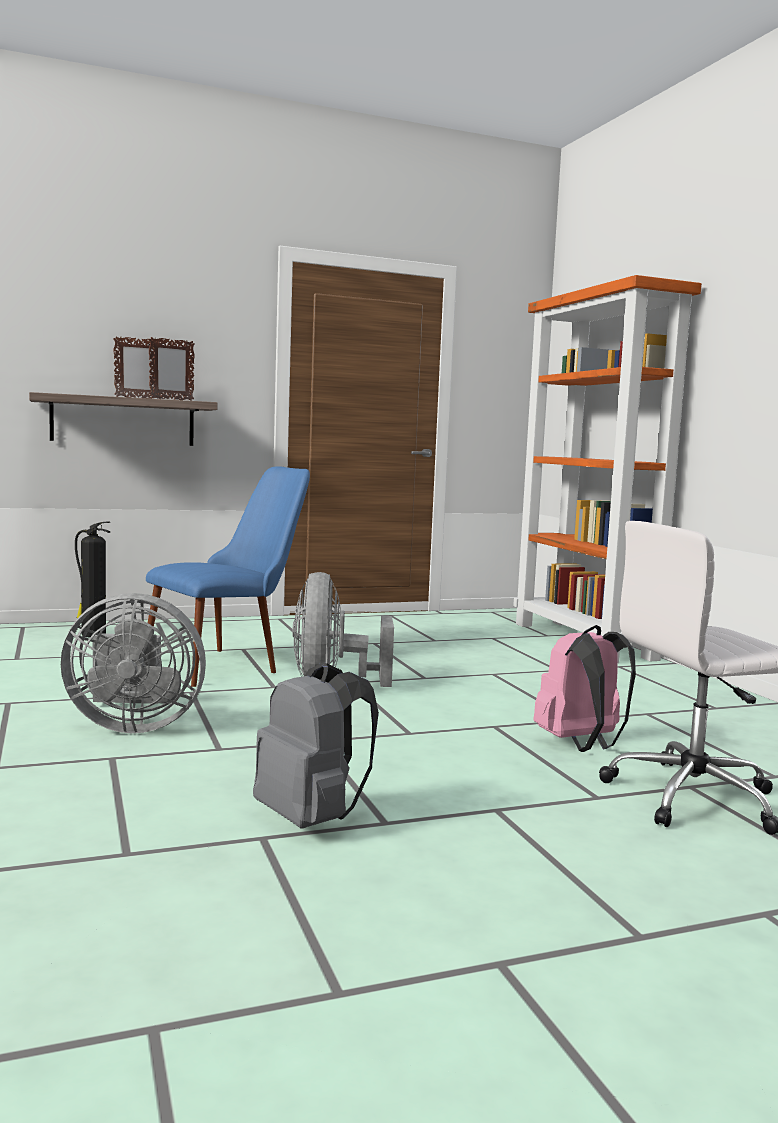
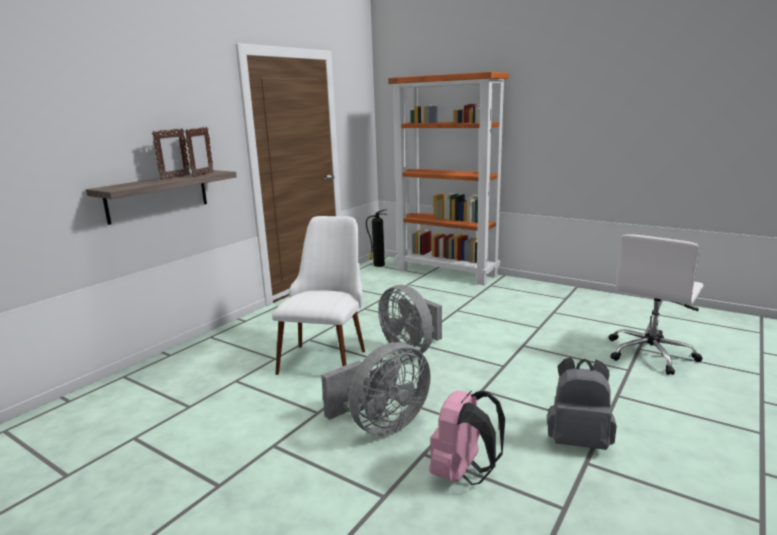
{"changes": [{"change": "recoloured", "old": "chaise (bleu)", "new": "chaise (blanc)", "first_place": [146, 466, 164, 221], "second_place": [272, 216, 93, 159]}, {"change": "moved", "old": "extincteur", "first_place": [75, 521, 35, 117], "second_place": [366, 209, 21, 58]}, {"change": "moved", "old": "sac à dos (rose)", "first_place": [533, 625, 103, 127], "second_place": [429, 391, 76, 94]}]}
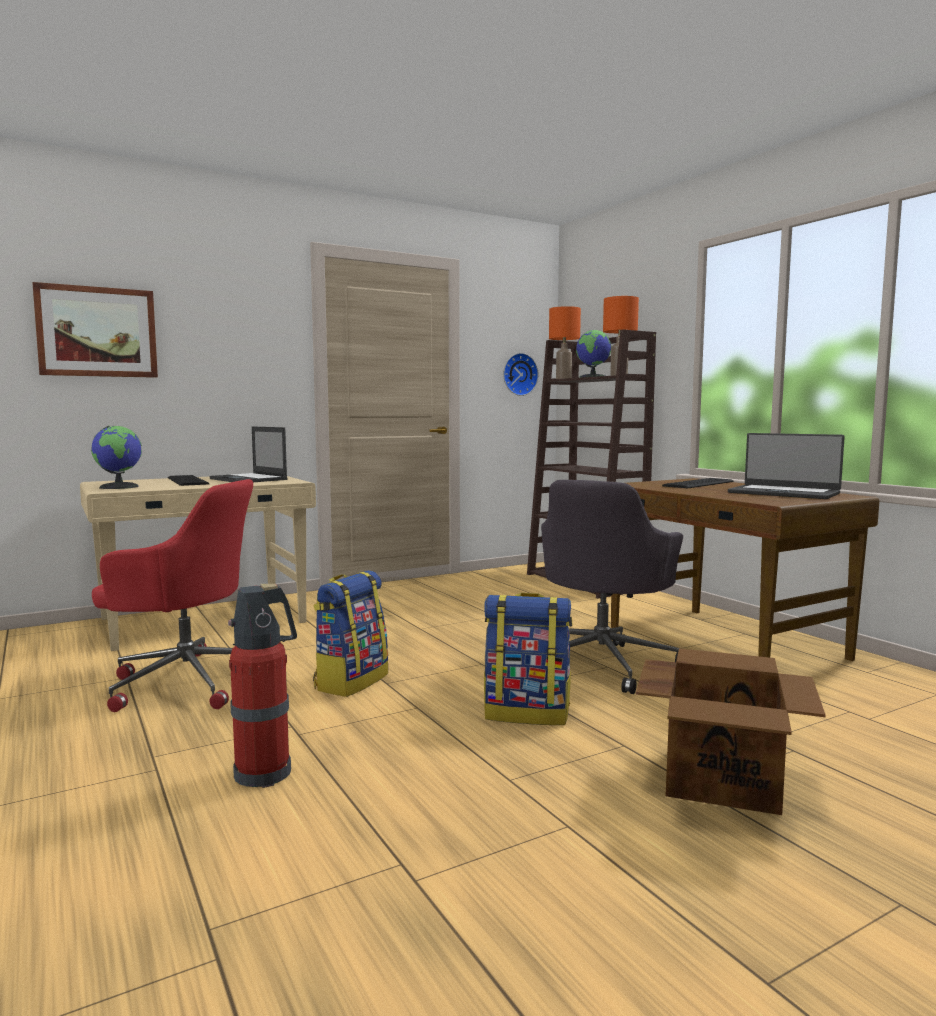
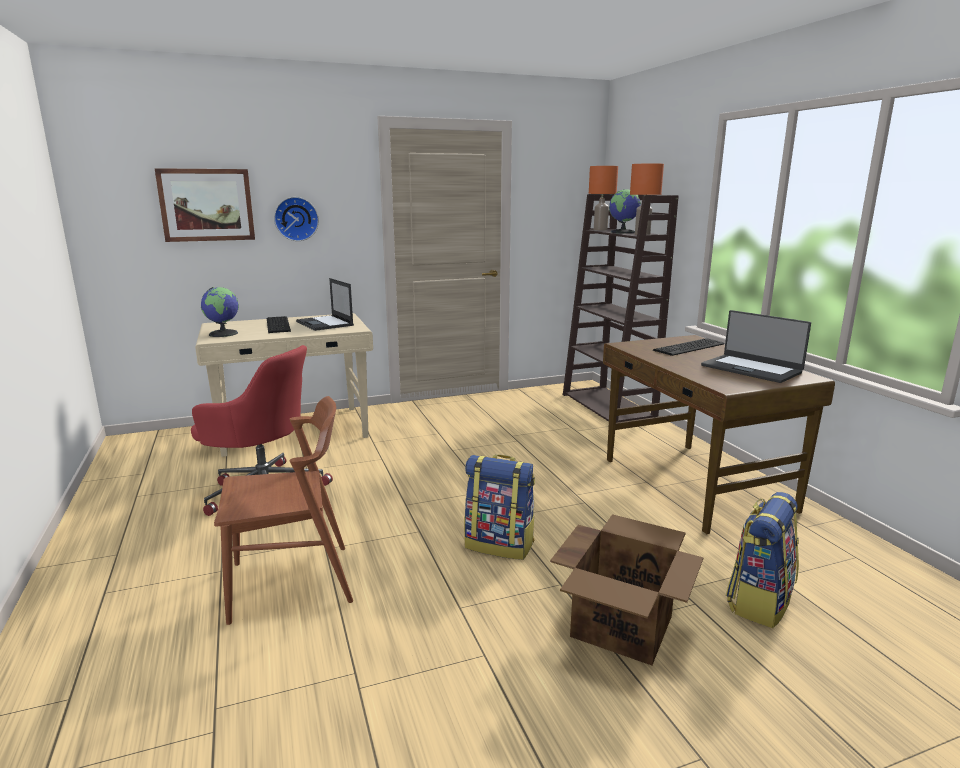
{"changes": [{"change": "replaced", "old": "extincteur", "new": "chaise (marron)", "first_place": [228, 584, 69, 204], "second_place": [214, 396, 139, 229]}, {"change": "moved", "old": "horloge murale", "first_place": [503, 353, 36, 43], "second_place": [274, 197, 45, 44]}, {"change": "moved", "old": "sac à dos", "first_place": [313, 570, 75, 127], "second_place": [726, 492, 73, 136]}, {"change": "removed", "old": "chaise de bureau (gris)", "first_place": [541, 480, 142, 214]}]}
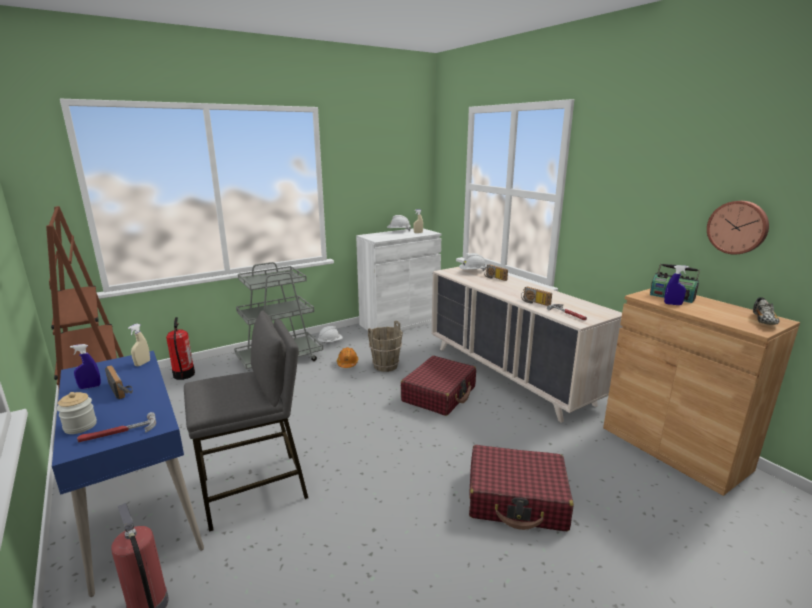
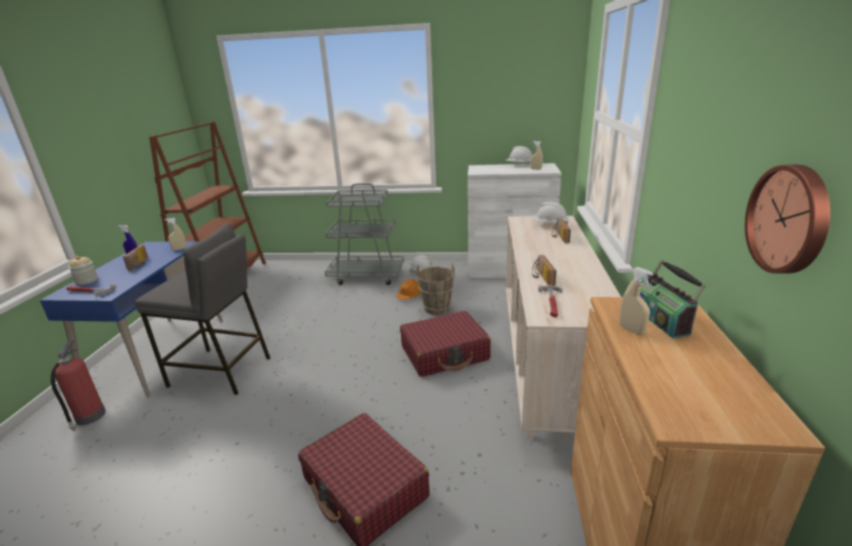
{"changes": [{"change": "recoloured", "old": "vaporisateur (bleu)", "new": "vaporisateur (beige)", "first_place": [664, 265, 25, 40], "second_place": [619, 267, 34, 68]}, {"change": "removed", "old": "extincteur", "first_place": [166, 317, 29, 63]}, {"change": "removed", "old": "chaussure", "first_place": [753, 297, 27, 28]}]}
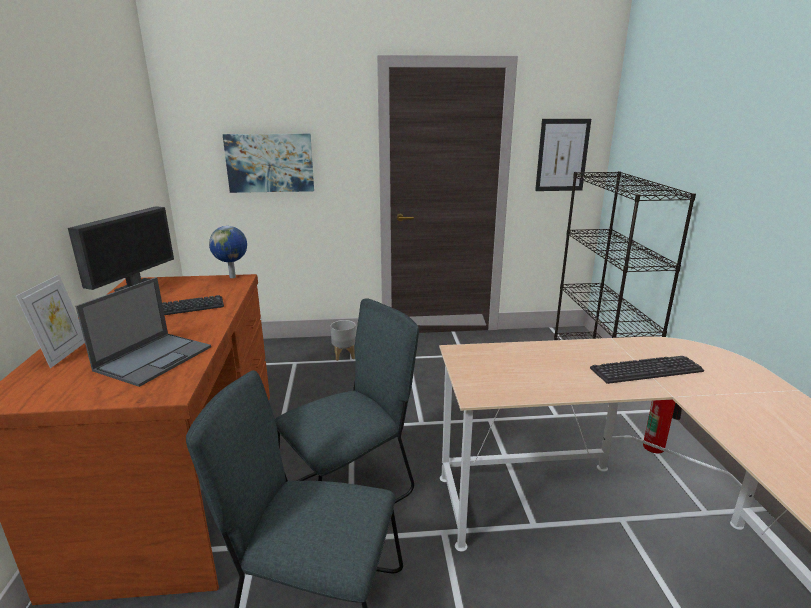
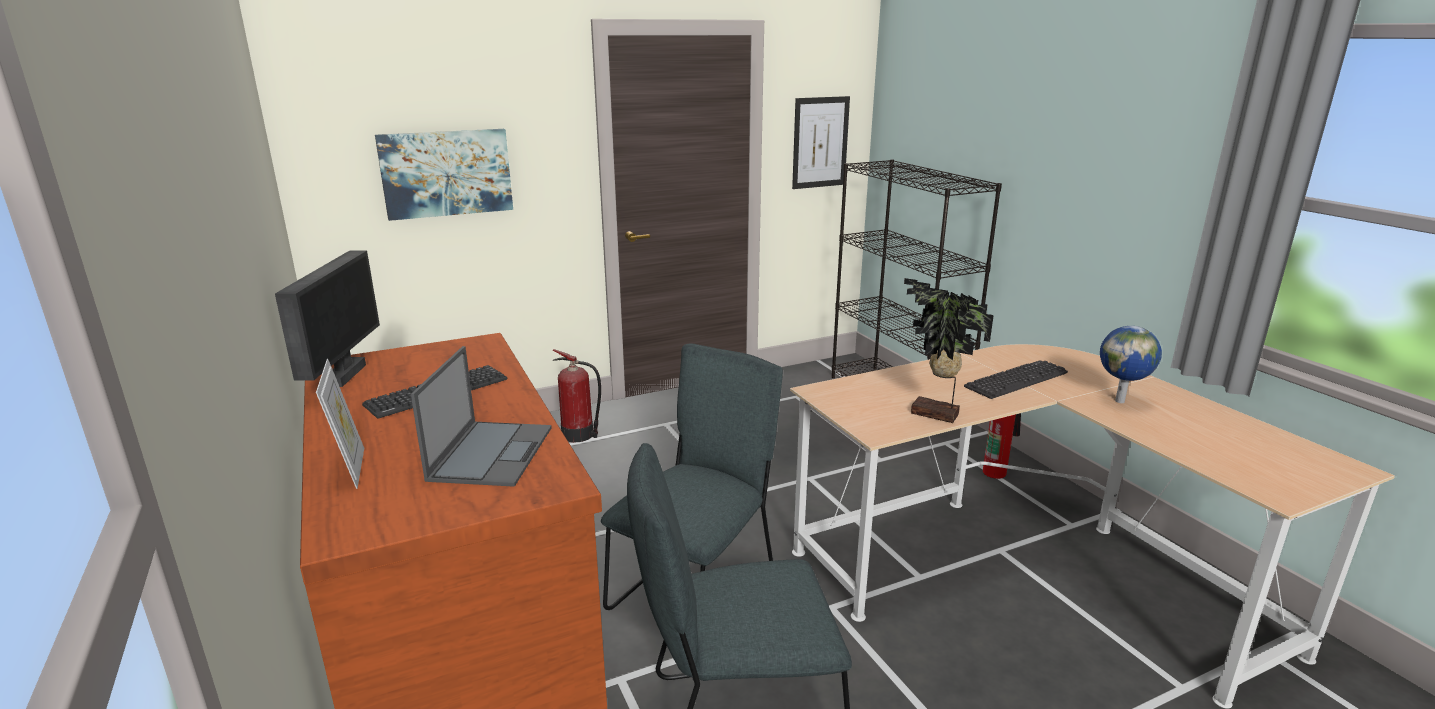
{"changes": [{"change": "replaced", "old": "cache-pot (gris)", "new": "extincteur", "first_place": [331, 320, 25, 41], "second_place": [552, 349, 49, 93]}, {"change": "added", "new": "plante en pot", "second_place": [904, 278, 90, 145]}, {"change": "moved", "old": "globe", "first_place": [209, 226, 38, 52], "second_place": [1100, 326, 62, 77]}]}
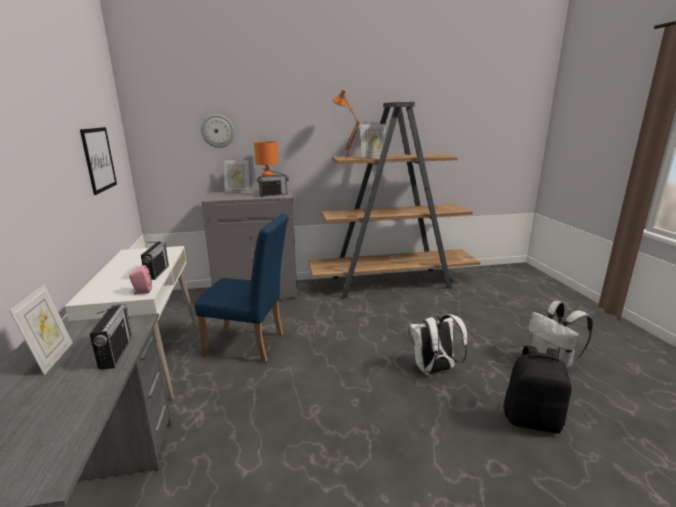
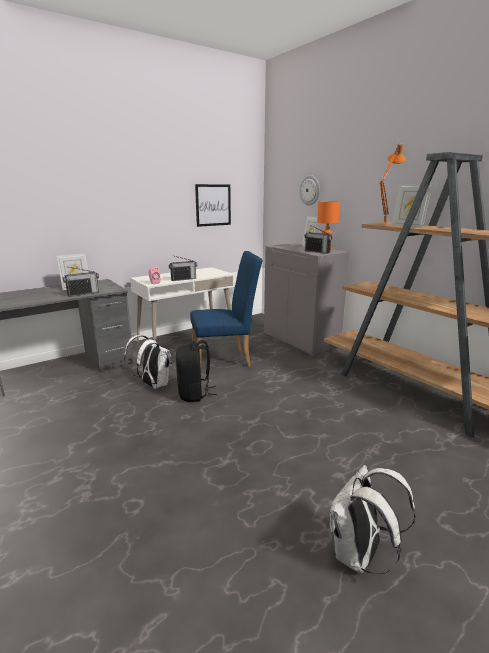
{"changes": [{"change": "moved", "old": "sac à dos (blanc)", "first_place": [409, 314, 58, 61], "second_place": [124, 335, 48, 54]}, {"change": "moved", "old": "sac à dos (noir)", "first_place": [503, 346, 69, 88], "second_place": [176, 340, 42, 62]}, {"change": "turned", "old": "chaise (bleu)", "first_place": [194, 214, 95, 149], "second_place": [190, 251, 73, 116], "degrees": -90}]}
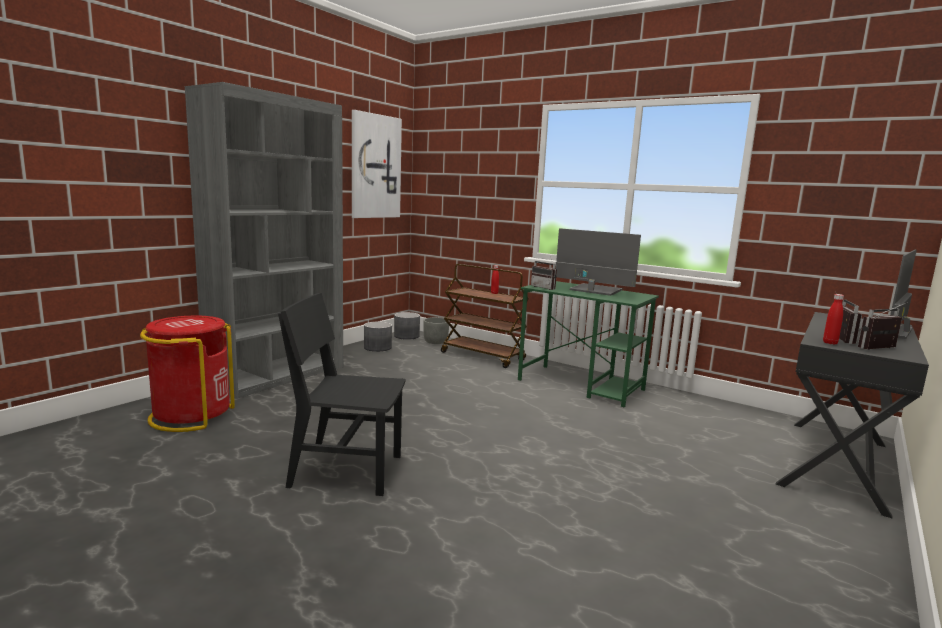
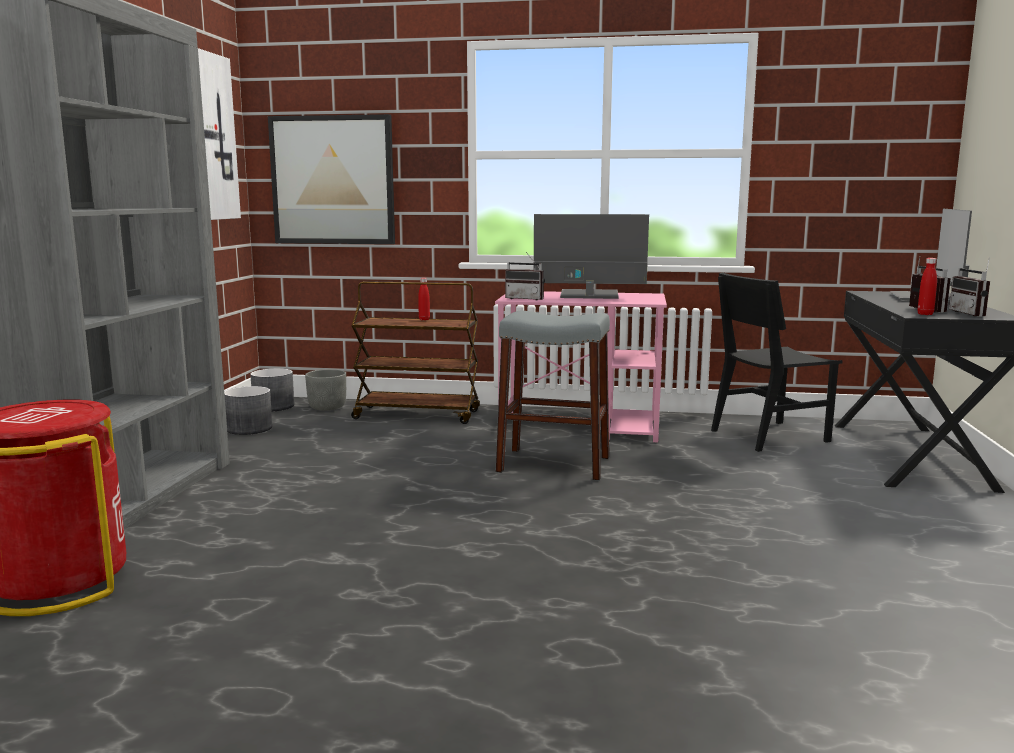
{"changes": [{"change": "added", "new": "tableau", "second_place": [268, 114, 127, 130]}, {"change": "recoloured", "old": "bureau (vert)", "new": "bureau (rose)", "first_place": [518, 281, 141, 127], "second_place": [495, 291, 172, 151]}, {"change": "added", "new": "tabouret (gris)", "second_place": [496, 311, 114, 170]}, {"change": "moved", "old": "chaise (noir)", "first_place": [278, 293, 127, 203], "second_place": [711, 273, 131, 179]}, {"change": "turned", "old": "radio", "first_place": [858, 302, 50, 48], "second_place": [949, 257, 41, 60], "degrees": -45}]}
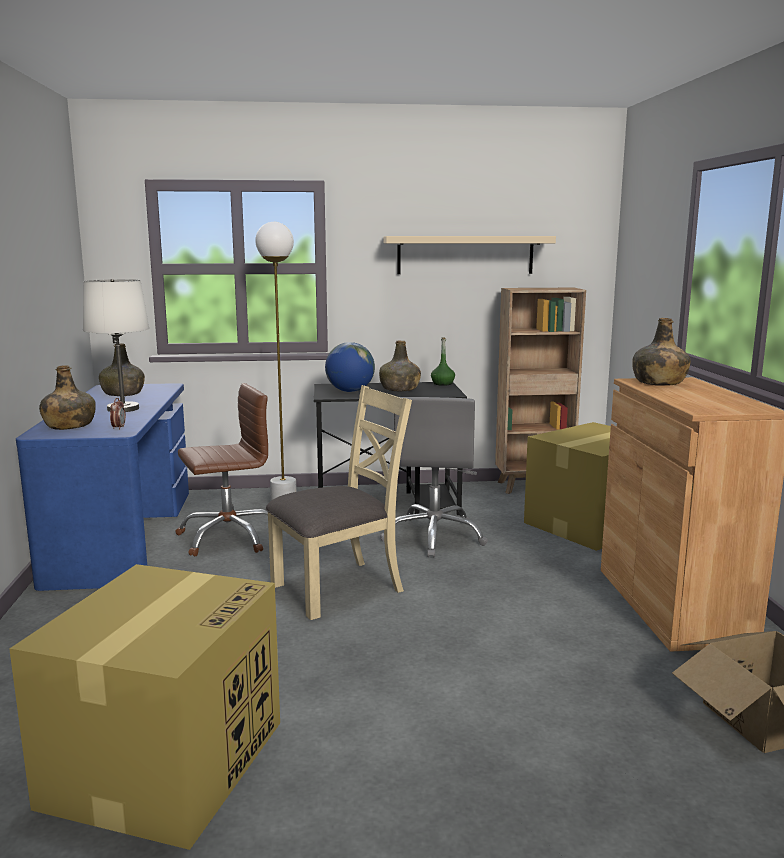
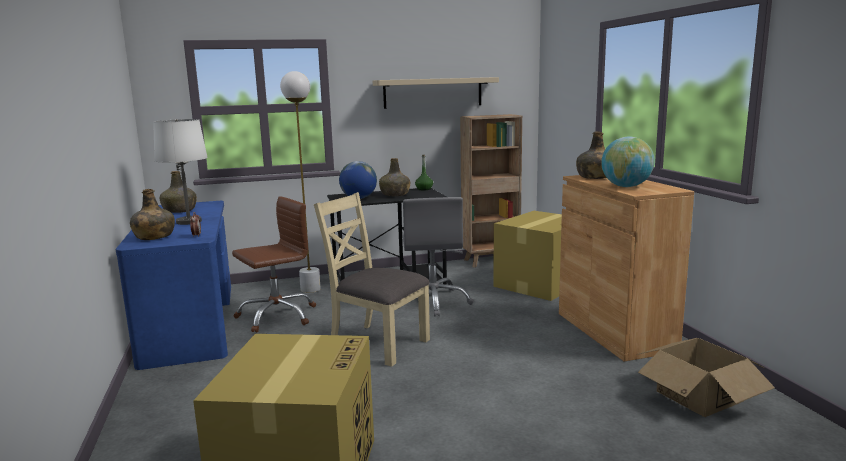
{"changes": [{"change": "turned", "old": "chaise (beige)", "first_place": [266, 385, 146, 235], "second_place": [314, 192, 116, 175], "degrees": -105}, {"change": "added", "new": "globe", "second_place": [601, 137, 54, 50]}]}
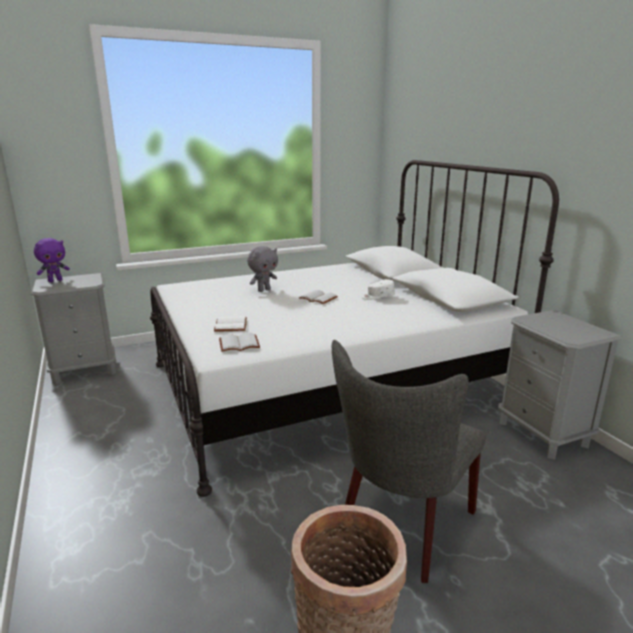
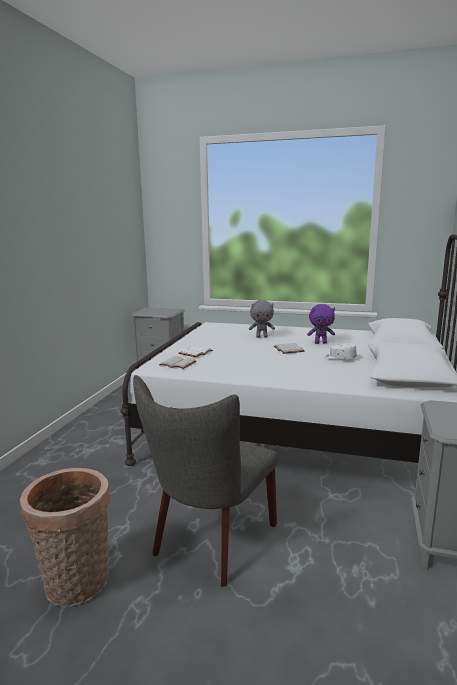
{"changes": [{"change": "turned", "old": "chaise (gris)", "first_place": [332, 340, 154, 243], "second_place": [133, 375, 145, 212], "degrees": -45}, {"change": "moved", "old": "peluche (violet)", "first_place": [34, 238, 36, 44], "second_place": [307, 304, 28, 40]}]}
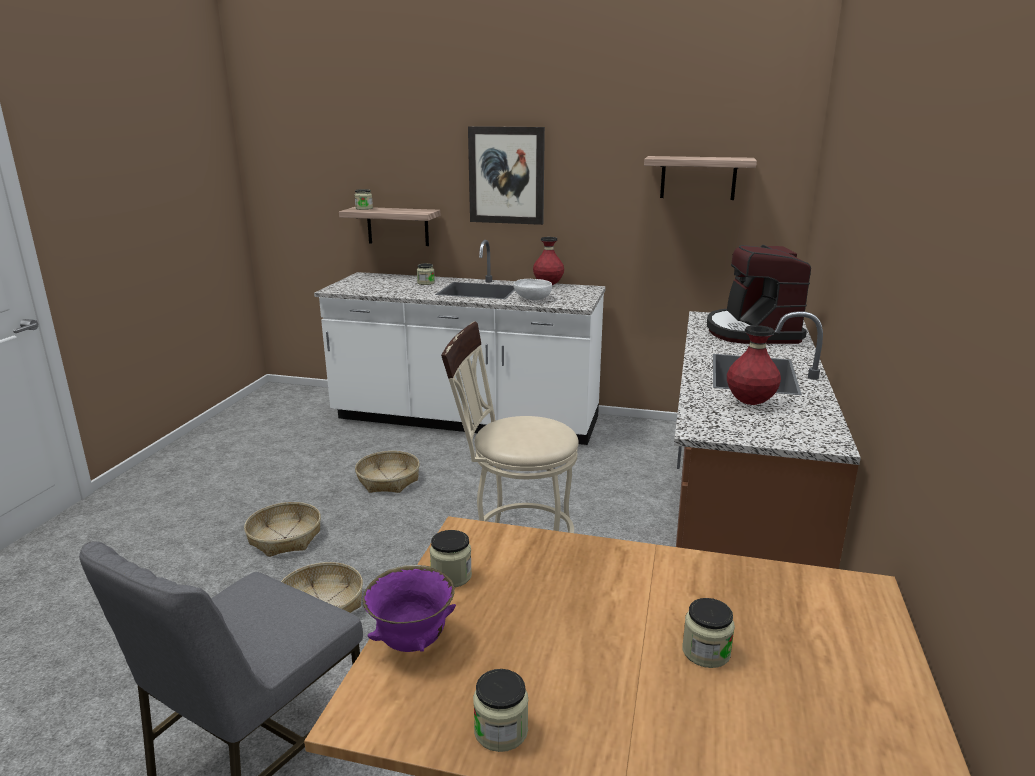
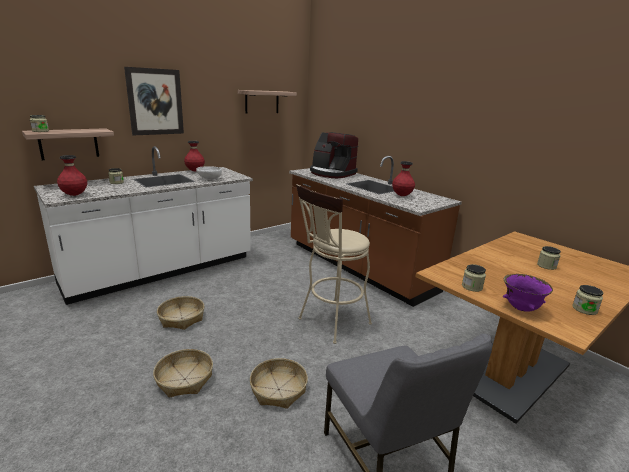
{"changes": [{"change": "added", "new": "vase (rouge)", "second_place": [57, 155, 30, 41]}]}
